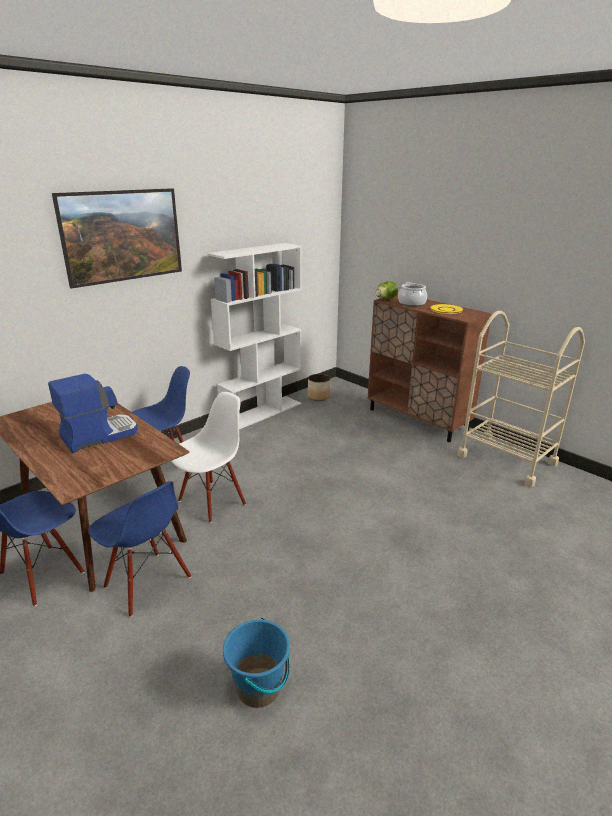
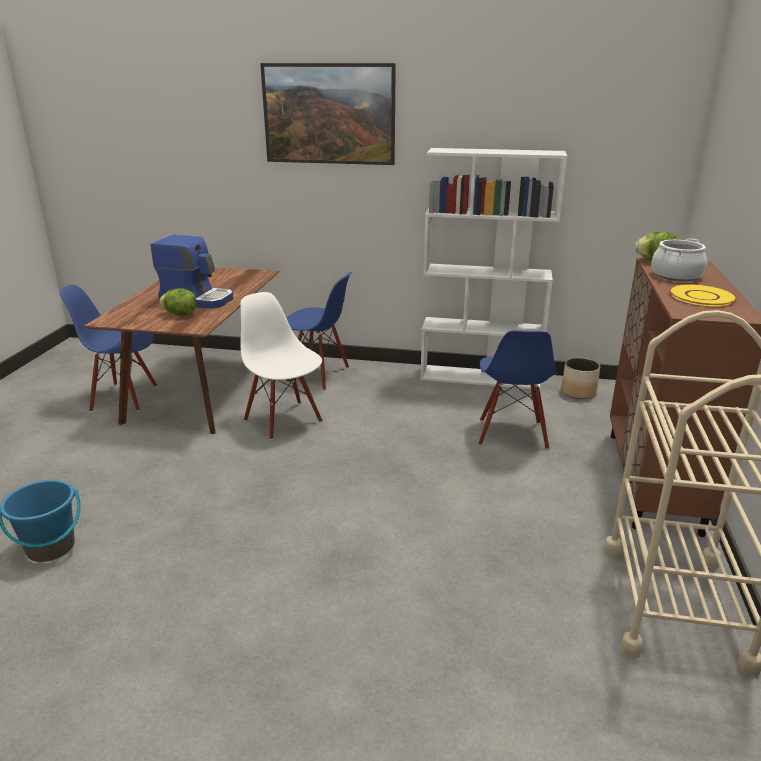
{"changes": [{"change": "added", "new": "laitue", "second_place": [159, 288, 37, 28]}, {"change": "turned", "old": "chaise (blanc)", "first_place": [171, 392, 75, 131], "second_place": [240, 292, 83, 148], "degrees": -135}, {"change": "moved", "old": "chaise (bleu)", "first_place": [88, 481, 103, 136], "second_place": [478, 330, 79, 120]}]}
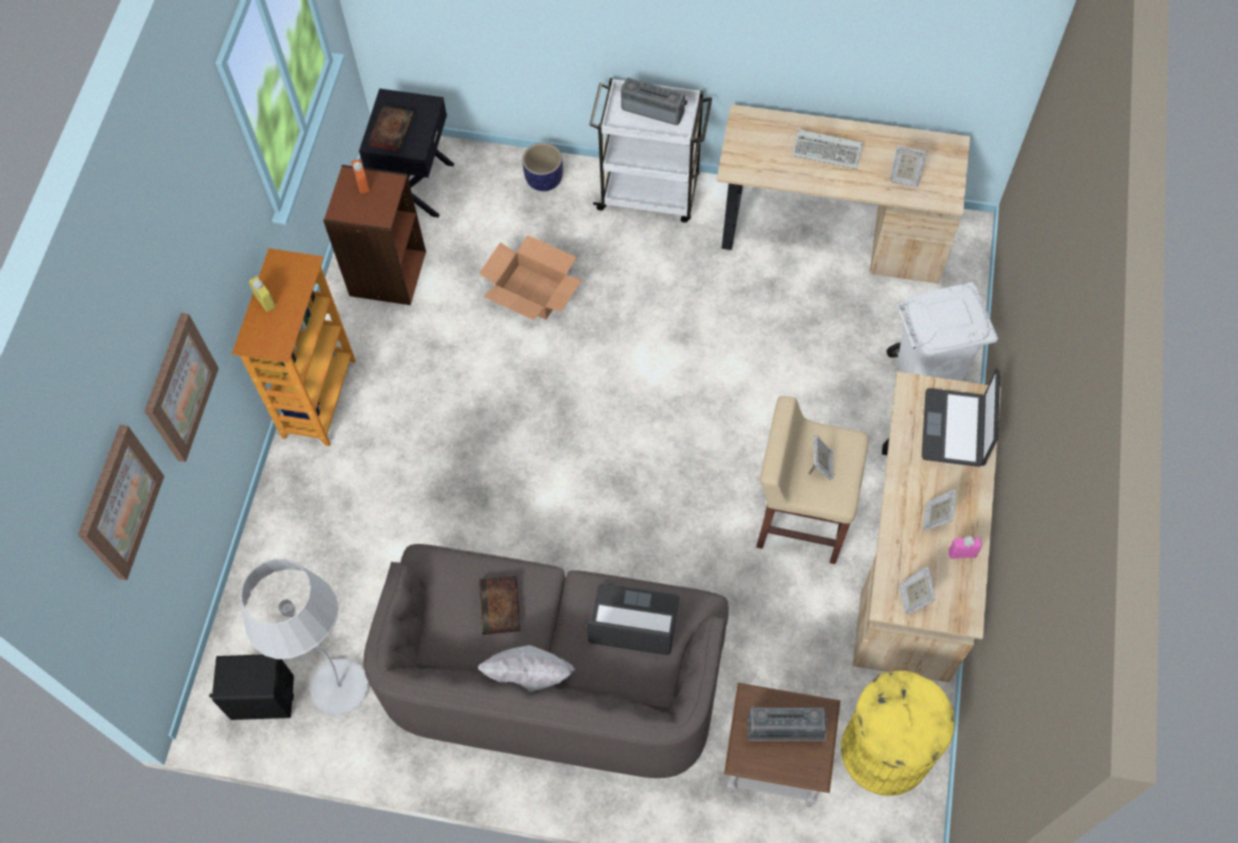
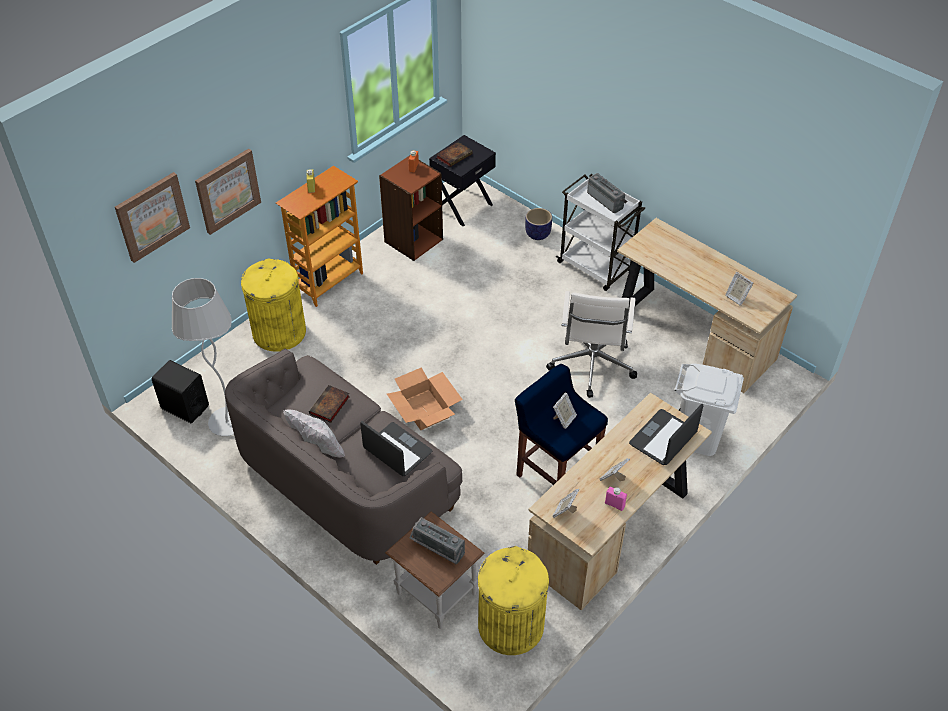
{"changes": [{"change": "added", "new": "poubelle (jaune)", "second_place": [241, 258, 65, 94]}, {"change": "moved", "old": "carton", "first_place": [479, 235, 103, 85], "second_place": [387, 367, 76, 63]}, {"change": "recoloured", "old": "tabouret (beige)", "new": "tabouret (bleu)", "first_place": [756, 396, 113, 168], "second_place": [515, 364, 93, 121]}, {"change": "added", "new": "chaise de bureau (blanc)", "second_place": [546, 291, 91, 107]}, {"change": "removed", "old": "clavier", "first_place": [791, 129, 72, 40]}]}
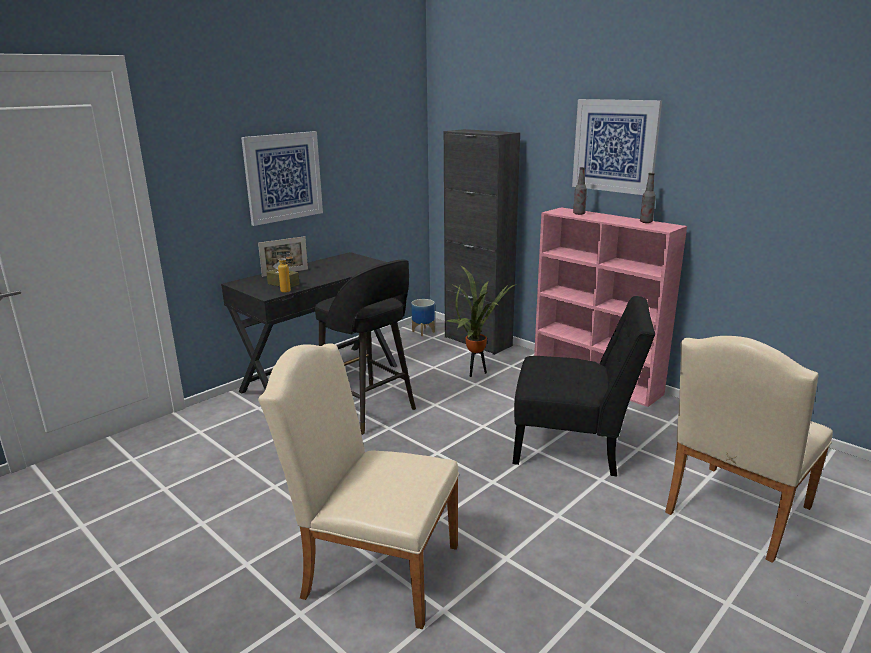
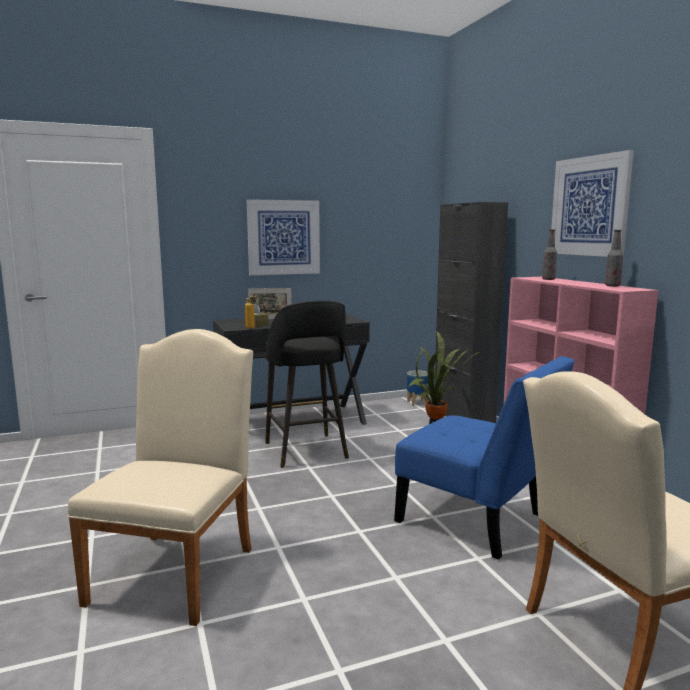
{"changes": [{"change": "turned", "old": "chaise (beige)", "first_place": [258, 343, 201, 286], "second_place": [67, 329, 186, 297], "degrees": 60}, {"change": "recoloured", "old": "chaise (noir)", "new": "chaise (bleu)", "first_place": [512, 296, 143, 180], "second_place": [394, 356, 181, 204]}]}
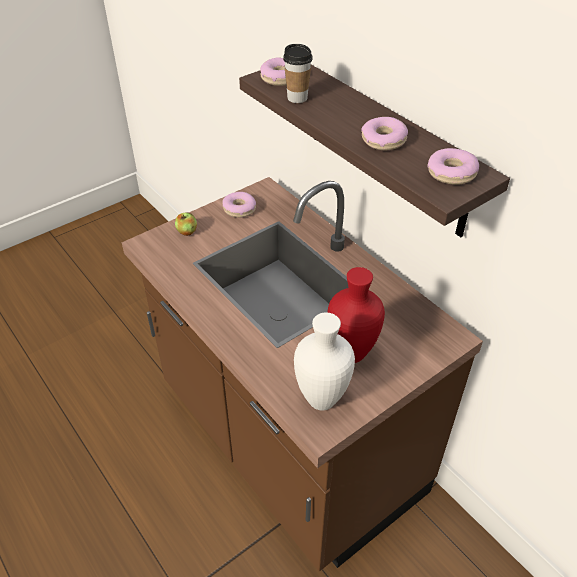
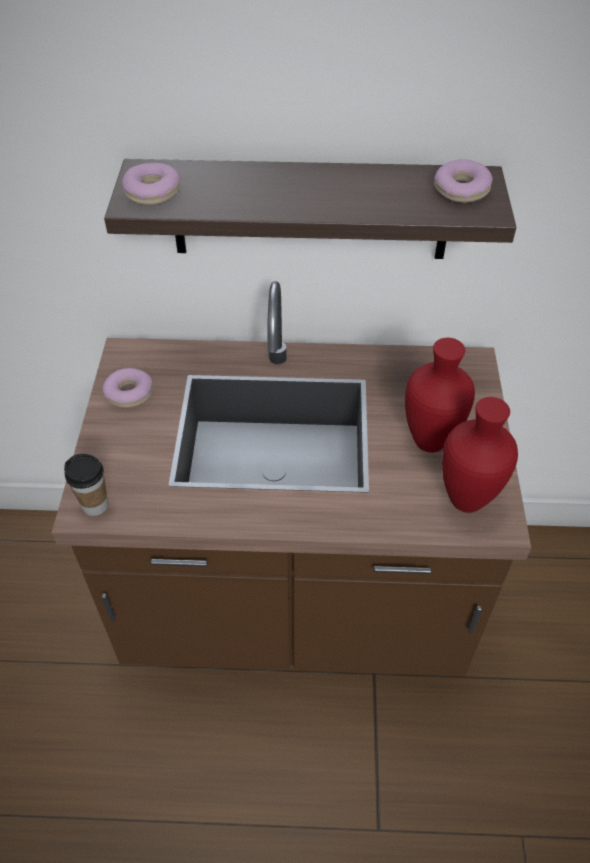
{"changes": [{"change": "moved", "old": "tasse", "first_place": [283, 44, 30, 59], "second_place": [64, 454, 44, 62]}, {"change": "recoloured", "old": "vase (blanc)", "new": "vase (rouge)", "first_place": [294, 313, 61, 97], "second_place": [442, 397, 76, 116]}, {"change": "removed", "old": "pomme", "first_place": [175, 212, 22, 24]}, {"change": "removed", "old": "beignet", "first_place": [361, 117, 47, 33]}]}
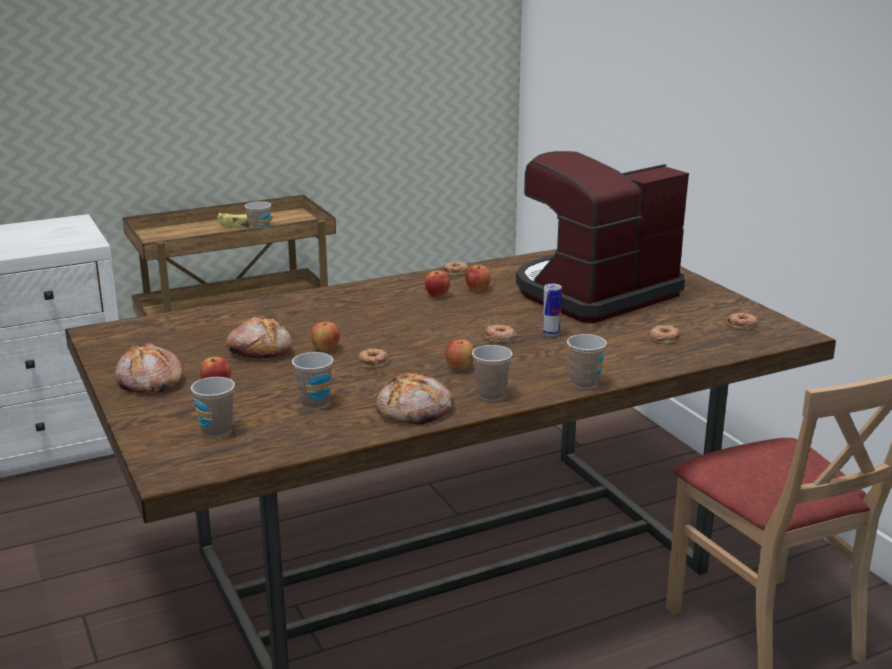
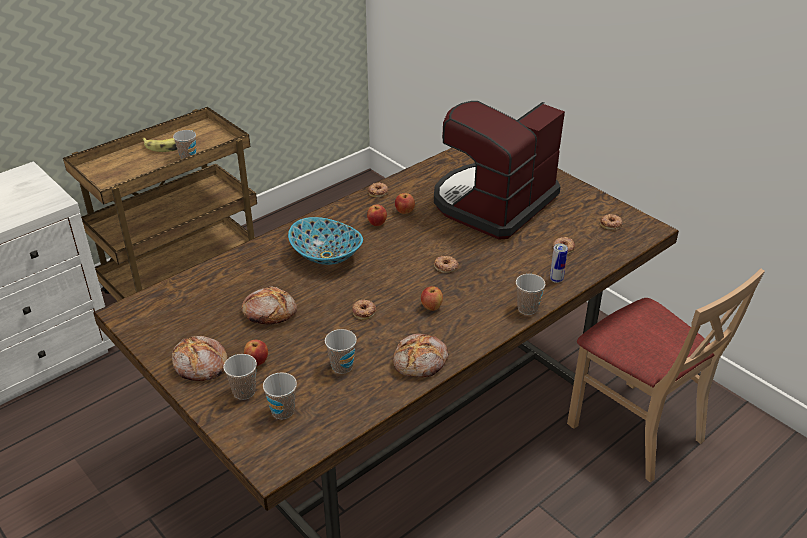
{"changes": [{"change": "moved", "old": "tasse", "first_place": [472, 345, 40, 56], "second_place": [223, 354, 34, 46]}, {"change": "added", "new": "bol", "second_place": [288, 217, 75, 48]}, {"change": "moved", "old": "boîte métallique", "first_place": [542, 284, 20, 53], "second_place": [550, 243, 18, 40]}, {"change": "removed", "old": "pomme", "first_place": [311, 321, 29, 30]}]}
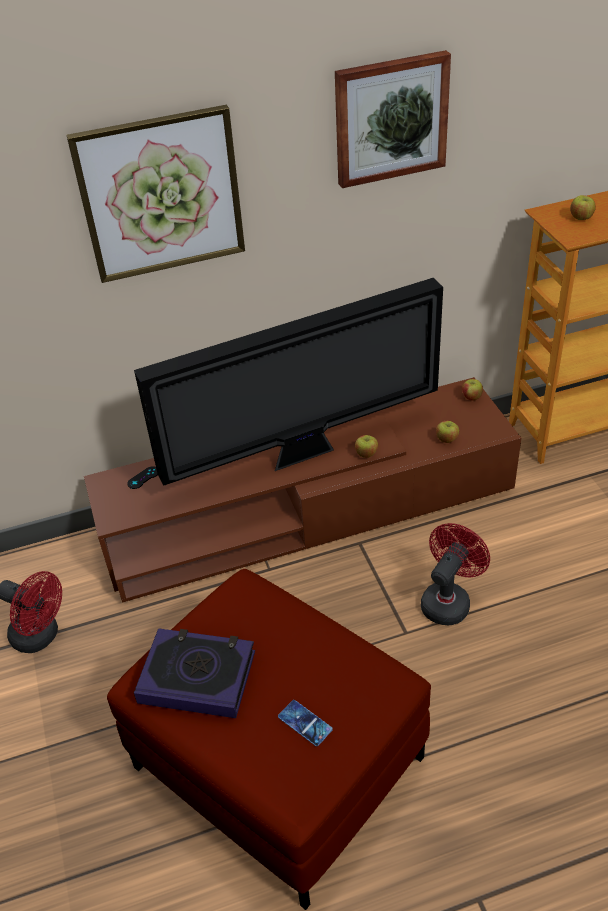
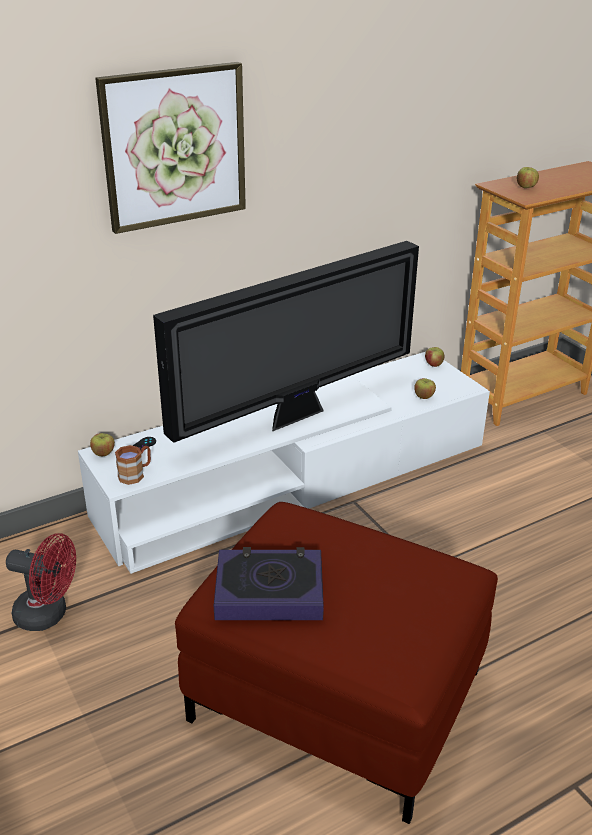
{"changes": [{"change": "recoloured", "old": "meuble télé (marron)", "new": "meuble télé (blanc)", "first_place": [84, 377, 437, 226], "second_place": [78, 352, 412, 222]}, {"change": "moved", "old": "pomme", "first_place": [355, 435, 23, 23], "second_place": [90, 433, 25, 23]}, {"change": "added", "new": "mug (marron)", "second_place": [115, 445, 36, 40]}, {"change": "removed", "old": "téléphone", "first_place": [278, 700, 55, 46]}, {"change": "removed", "old": "tableau", "first_place": [335, 50, 116, 138]}, {"change": "removed", "old": "ventilateur (rouge)", "first_place": [421, 523, 69, 102]}]}
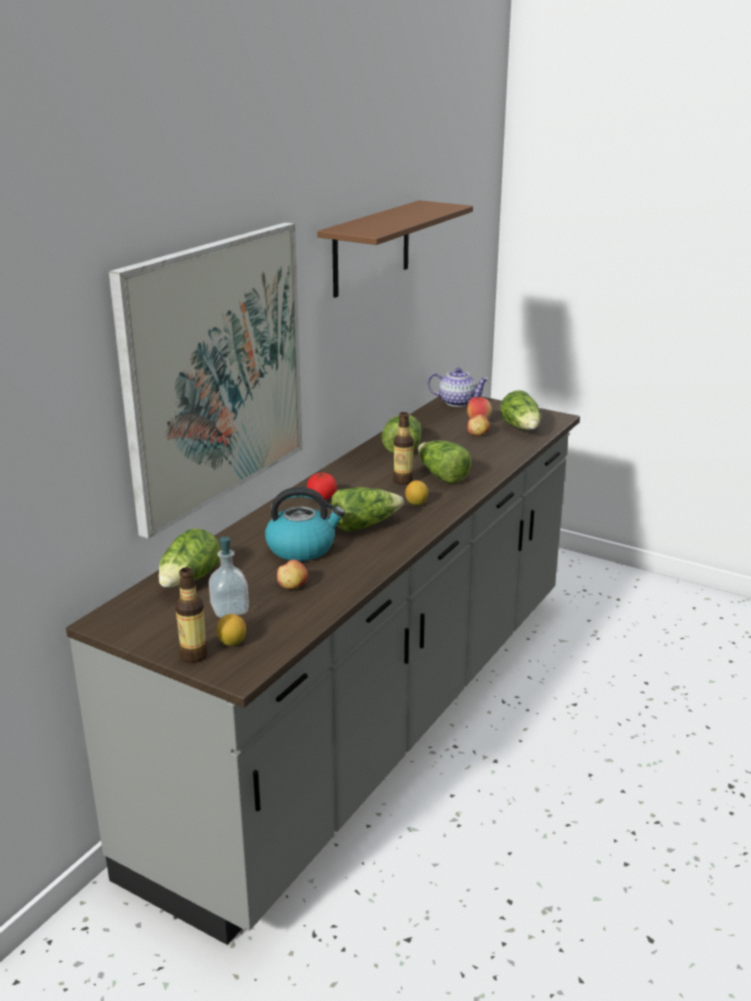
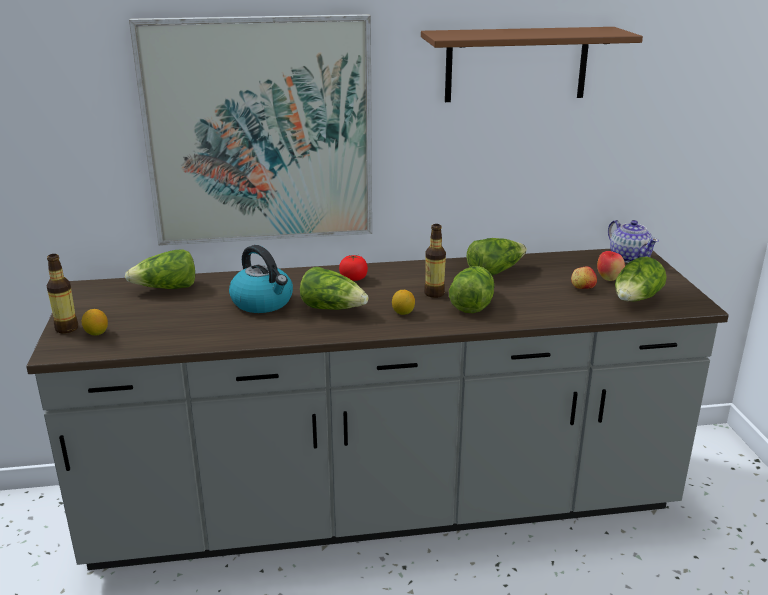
{"changes": [{"change": "removed", "old": "distributeur de savon", "first_place": [209, 537, 40, 81]}, {"change": "removed", "old": "pomme", "first_place": [277, 559, 31, 30]}]}
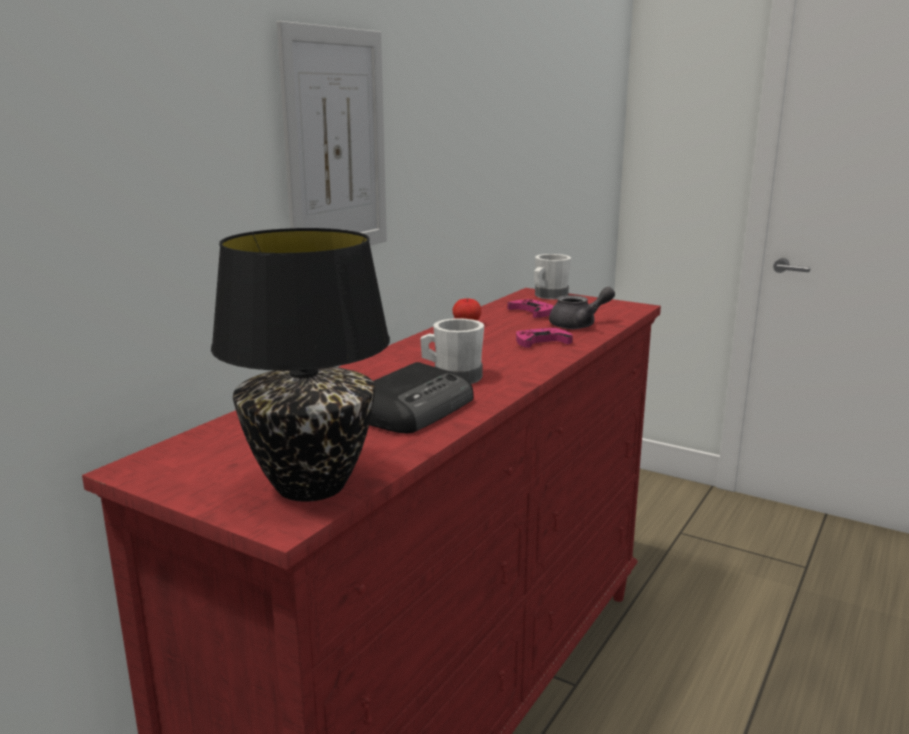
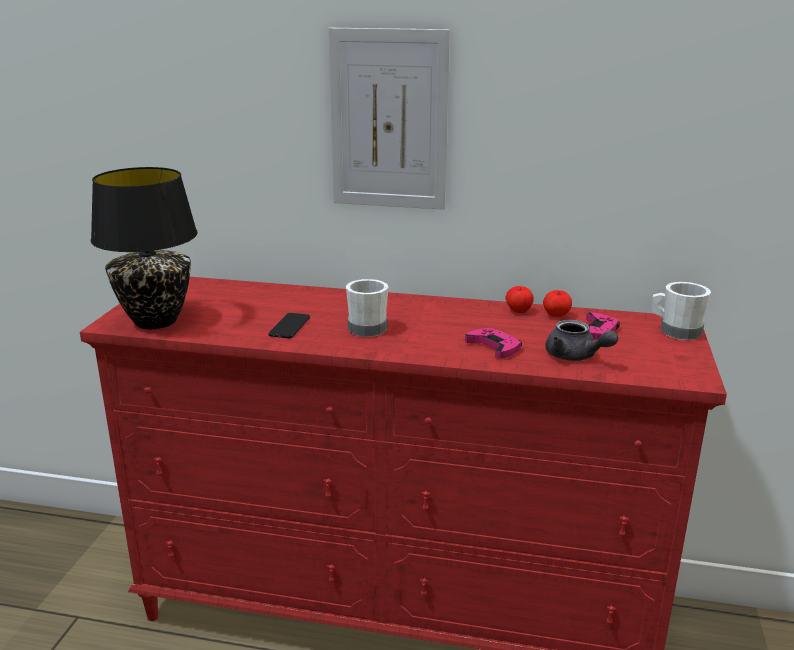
{"changes": [{"change": "replaced", "old": "radio", "new": "téléphone", "first_place": [369, 362, 105, 71], "second_place": [268, 313, 42, 25]}, {"change": "added", "new": "pomme", "second_place": [543, 290, 29, 27]}]}
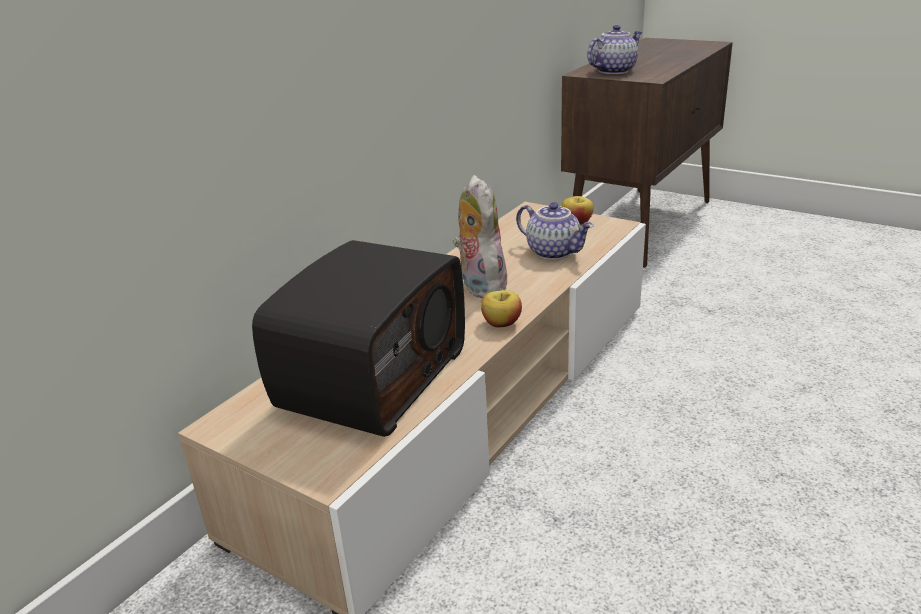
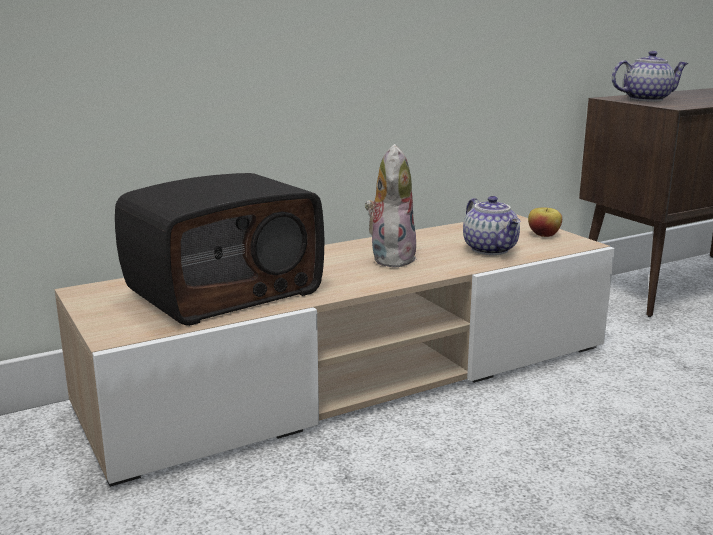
{"changes": [{"change": "removed", "old": "pomme", "first_place": [481, 290, 41, 38]}]}
